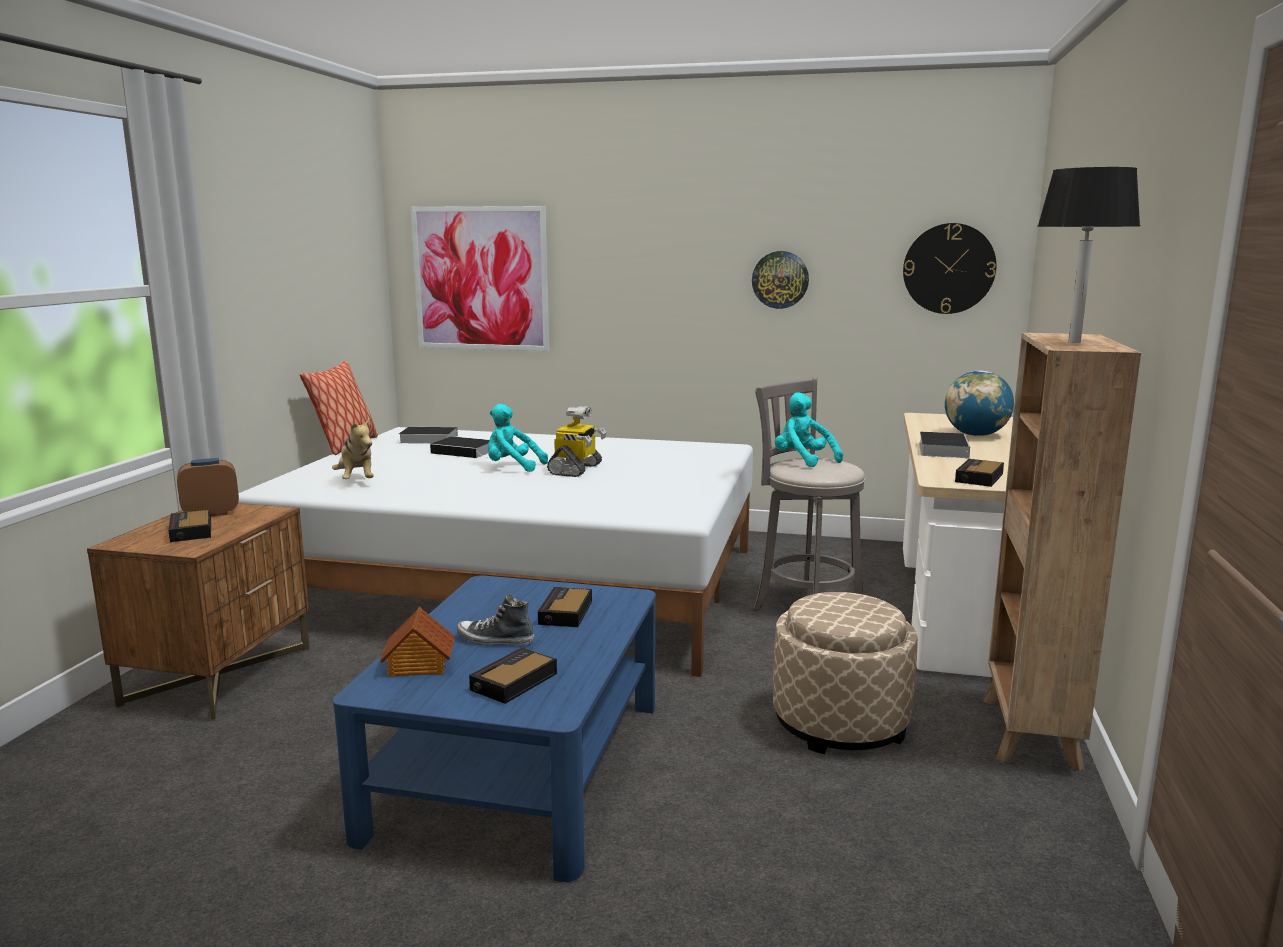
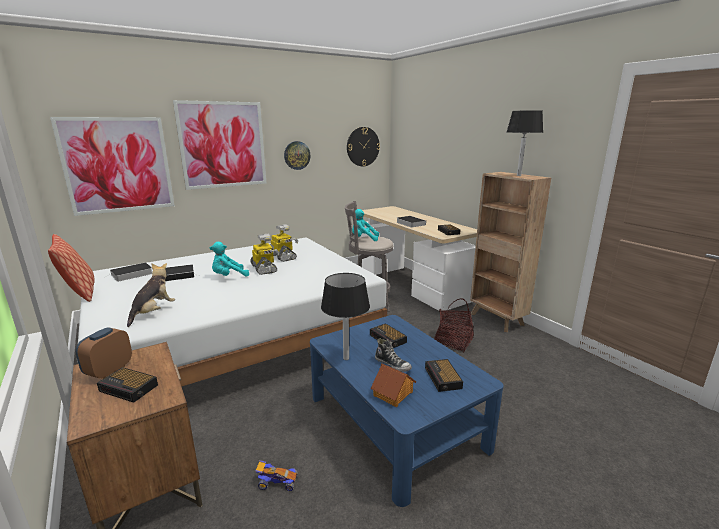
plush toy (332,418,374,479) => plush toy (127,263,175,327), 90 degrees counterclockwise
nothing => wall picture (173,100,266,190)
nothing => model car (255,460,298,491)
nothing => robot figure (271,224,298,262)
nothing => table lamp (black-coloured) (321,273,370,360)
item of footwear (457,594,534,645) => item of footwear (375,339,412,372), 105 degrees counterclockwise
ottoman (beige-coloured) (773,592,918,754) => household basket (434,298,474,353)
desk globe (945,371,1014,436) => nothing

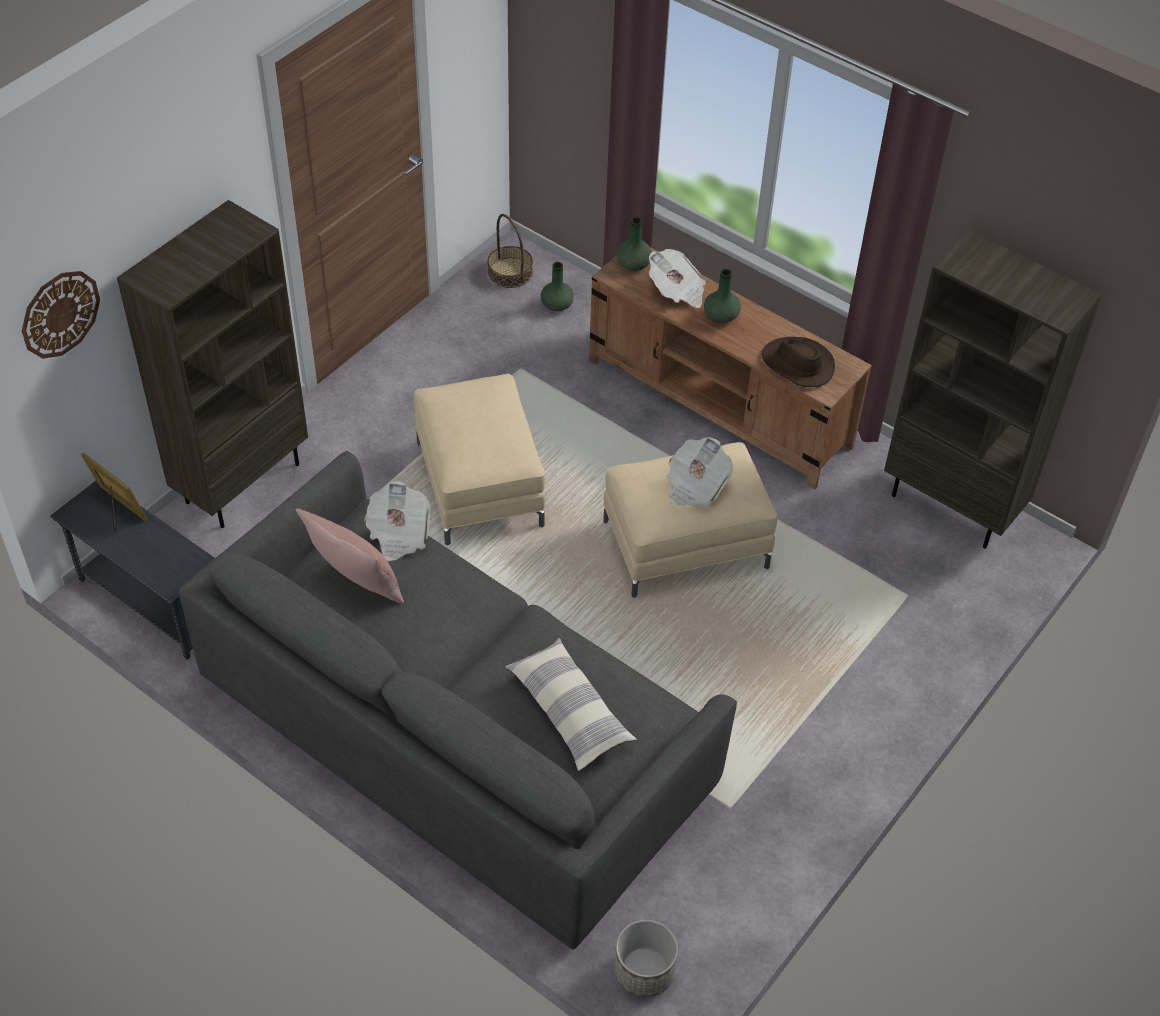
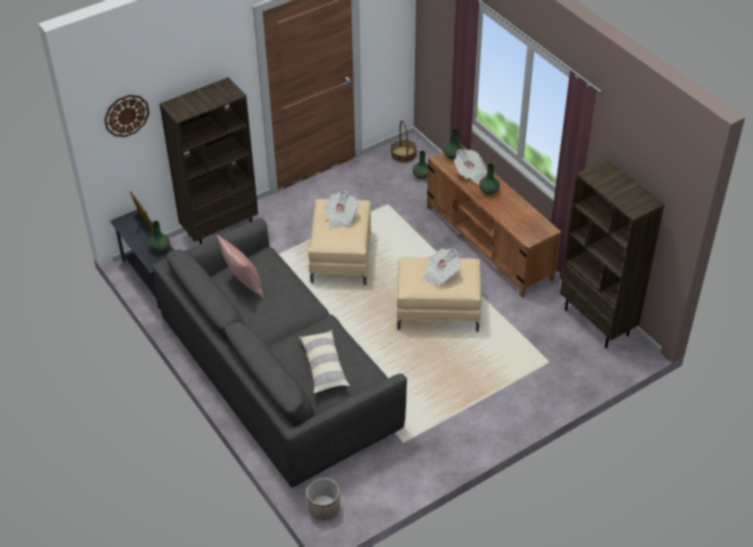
nothing => flower vase (green-coloured) (148,221,170,252)
daily paper (364,481,431,561) => daily paper (325,191,359,229), moved
wearable hat (brown-coloured) (762,337,835,387) => nothing

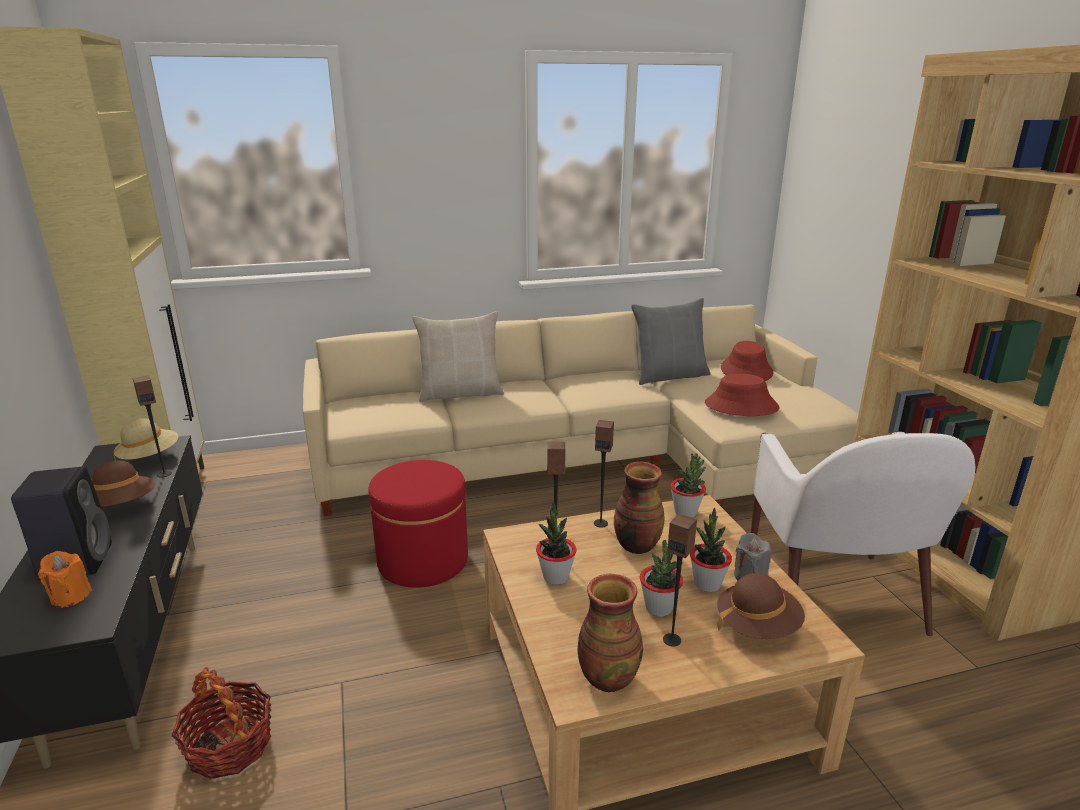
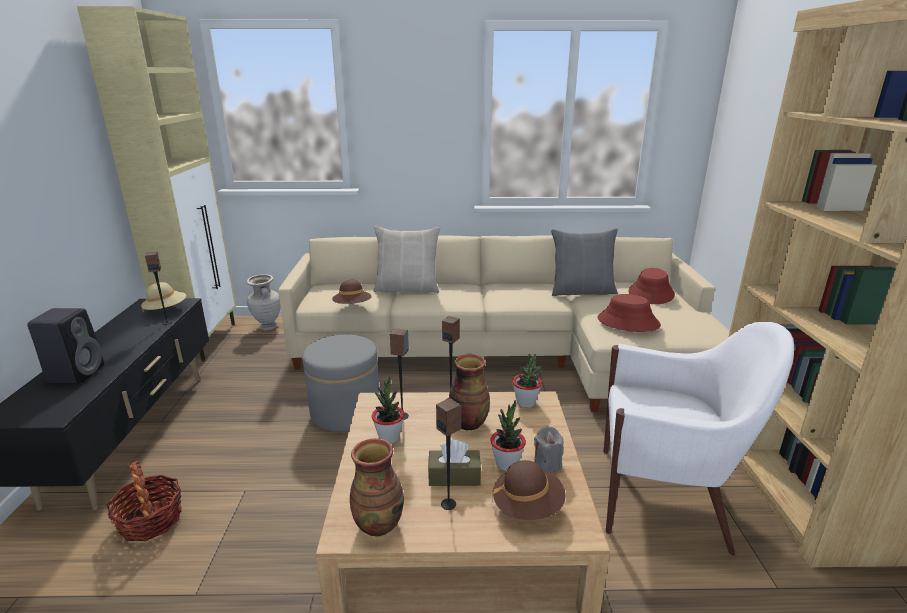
nothing => flower vase (beige-coloured) (246,274,281,331)
ottoman (reddish) (368,460,468,588) => ottoman (greyish) (302,335,379,432)
wearable hat (brown-coloured) (92,461,155,507) => wearable hat (brown-coloured) (332,280,372,304), moved
houseplant (640,540,683,617) => tissue holder (brown-coloured) (428,440,481,486)
lounge chair (white) (751,431,975,637) => lounge chair (white) (603,322,794,555), 90 degrees counterclockwise
wax light (orangey) (38,551,92,608) => nothing

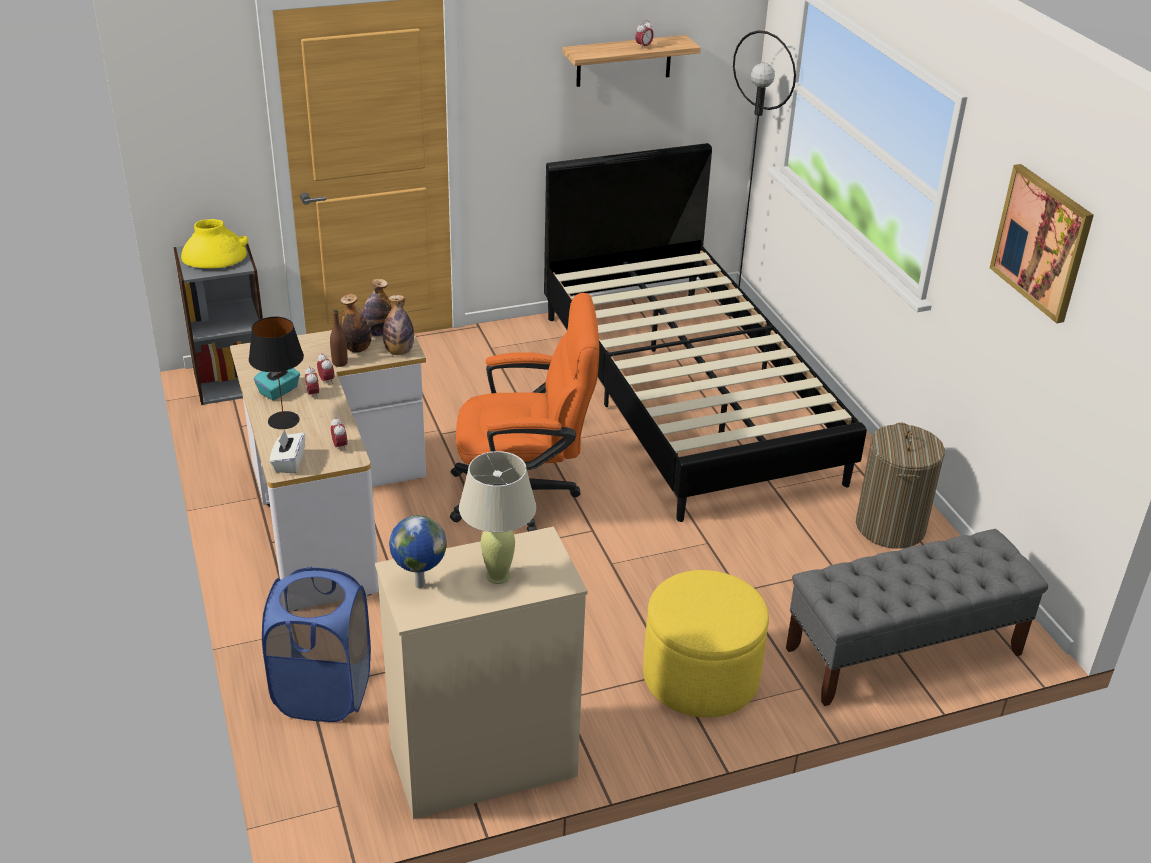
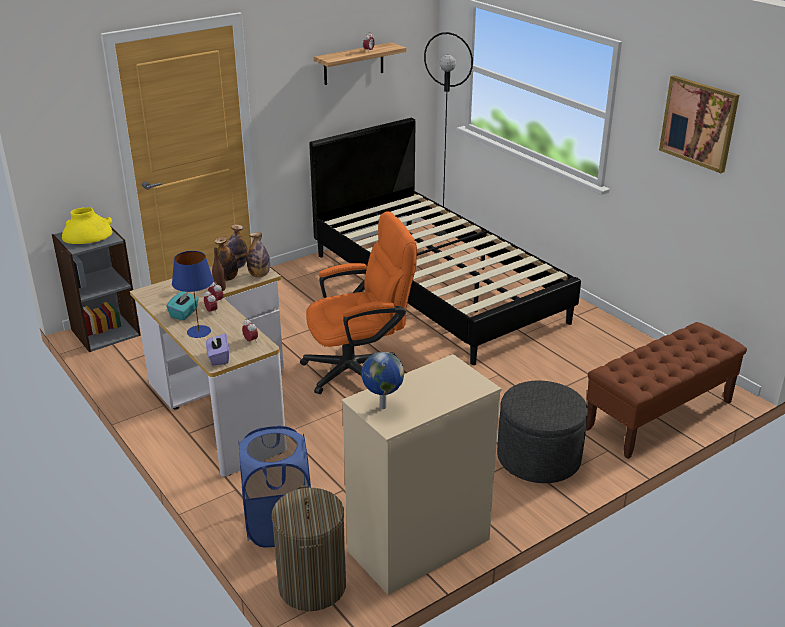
table lamp (black-coloured) (249,317,304,429) => table lamp (blue-coloured) (172,251,214,338)
tissue holder (white) (269,430,305,473) => tissue holder (purplish) (206,333,229,365)
laundry basket (856,423,945,549) => laundry basket (272,485,346,611), moved
ottoman (yellowish) (643,570,769,717) => ottoman (greyish) (497,381,588,483)
bench (greyish) (786,529,1048,706) => bench (brown-coloured) (586,322,747,459)
table lamp (beige-coloured) (459,451,536,584) => nothing

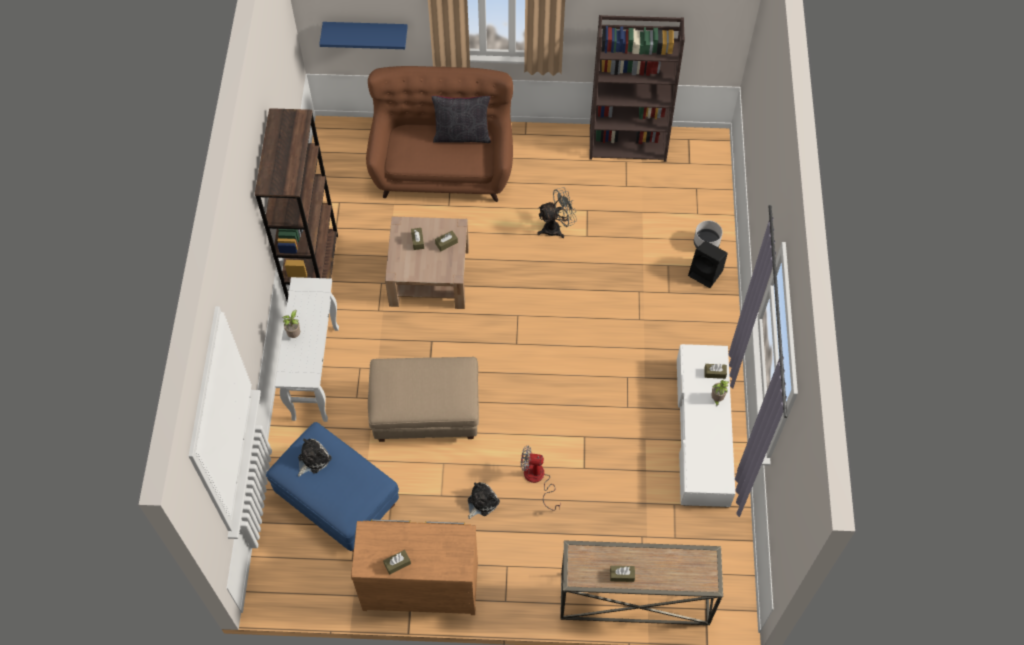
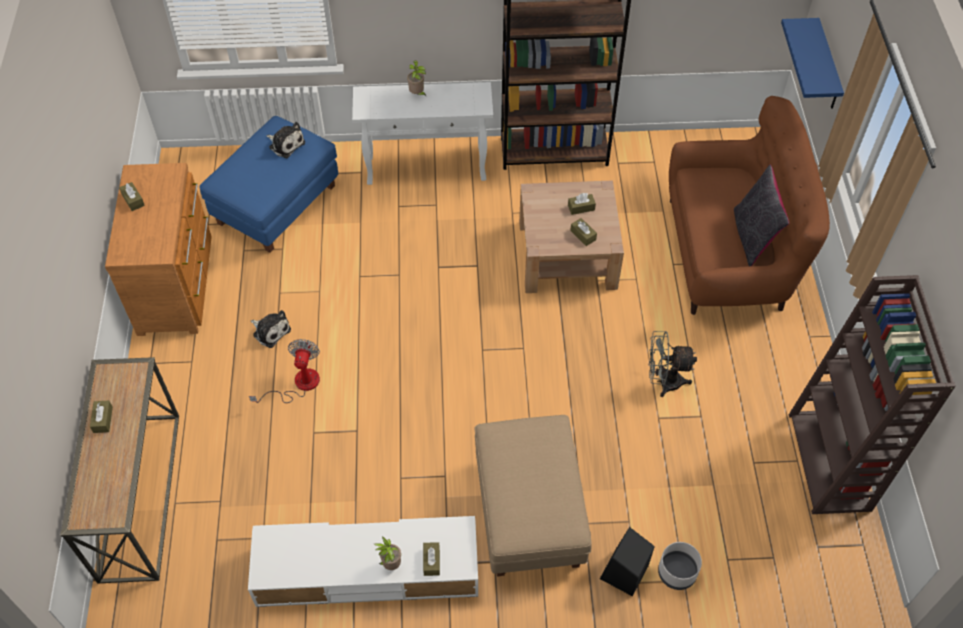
ottoman (beige-coloured) (368,357,479,442) => ottoman (beige-coloured) (474,415,592,577), moved
fan (greyish) (537,187,577,238) => fan (greyish) (649,331,697,397), 120 degrees clockwise

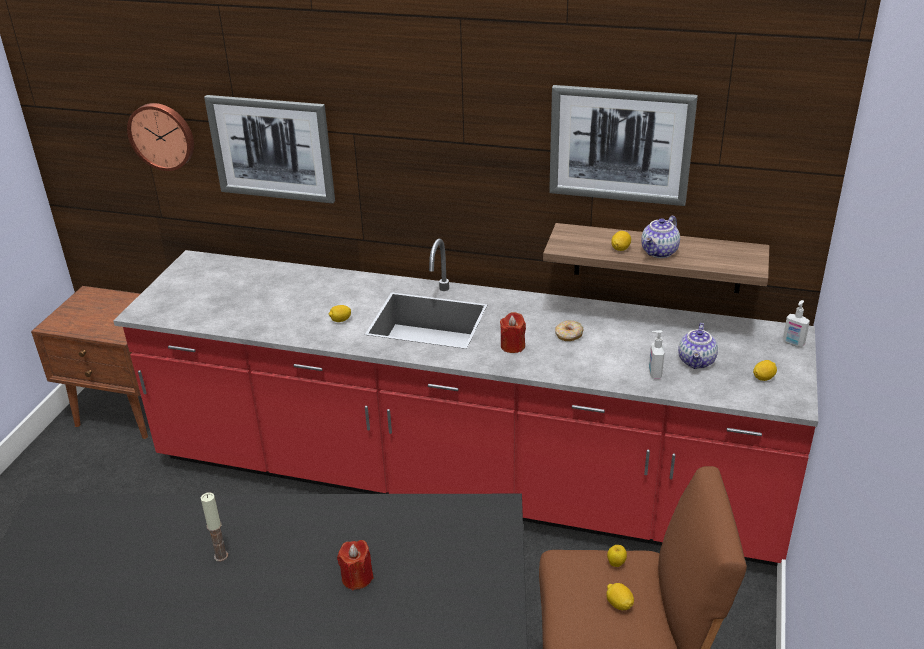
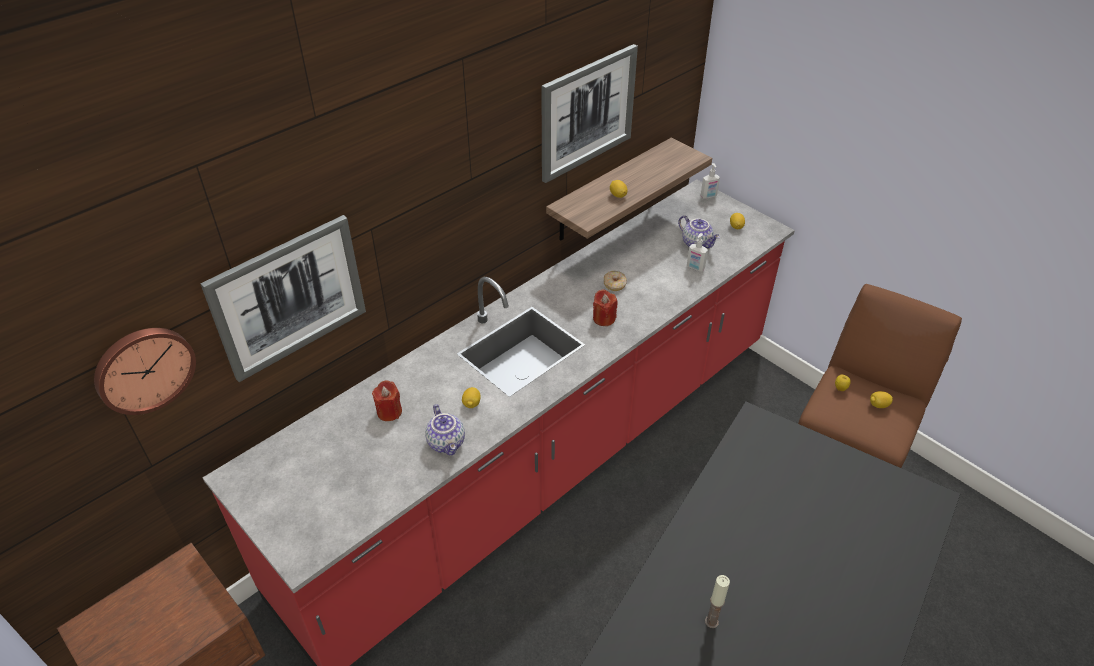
wax light (reddish) (337,540,374,591) => wax light (reddish) (372,380,402,421), moved
pot for tea (641,215,680,258) => pot for tea (425,404,465,456), moved

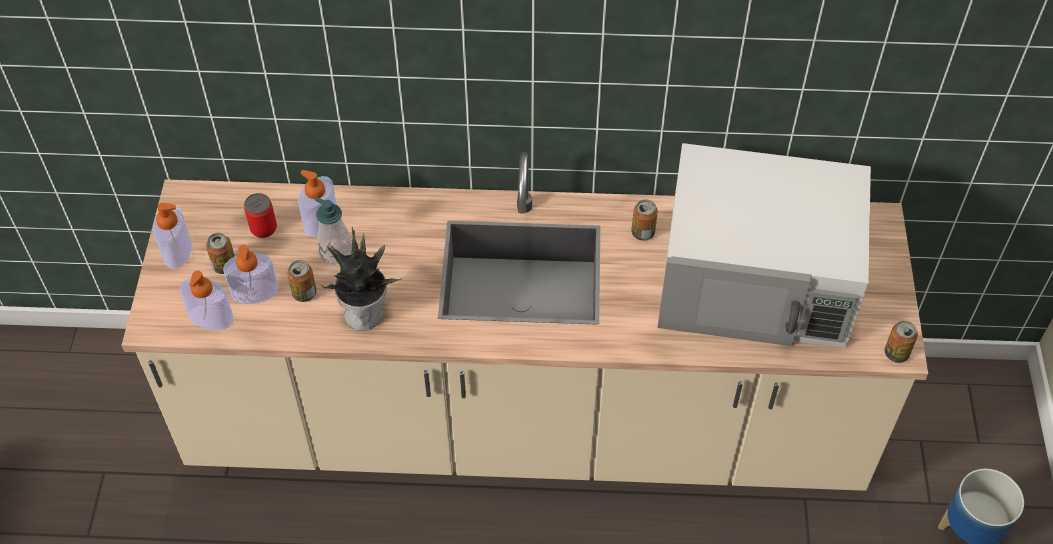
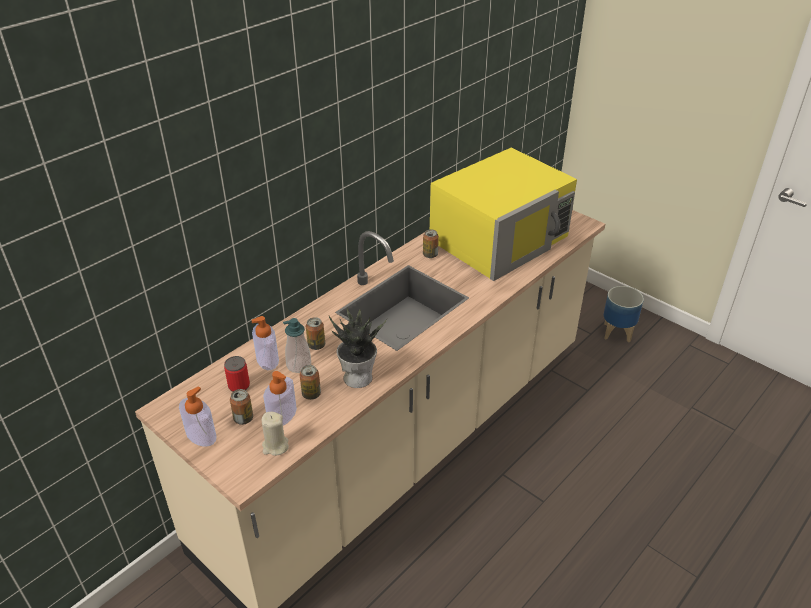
liquid soap bottle (179,271,234,330) => wax light (beige-coloured) (262,412,289,456)
can (885,321,918,363) => can (306,317,325,350), moved
kitchen microwave (white) (657,143,871,348) => kitchen microwave (yellowish) (430,148,577,281)

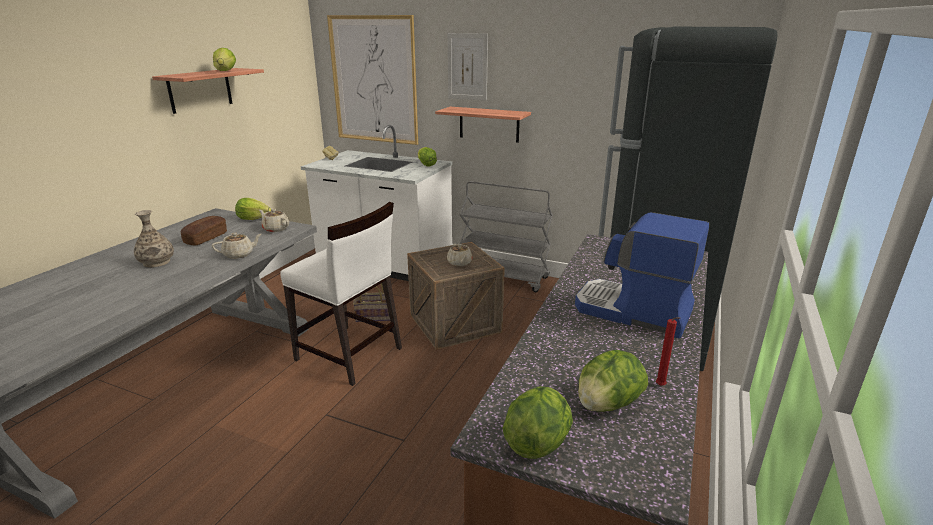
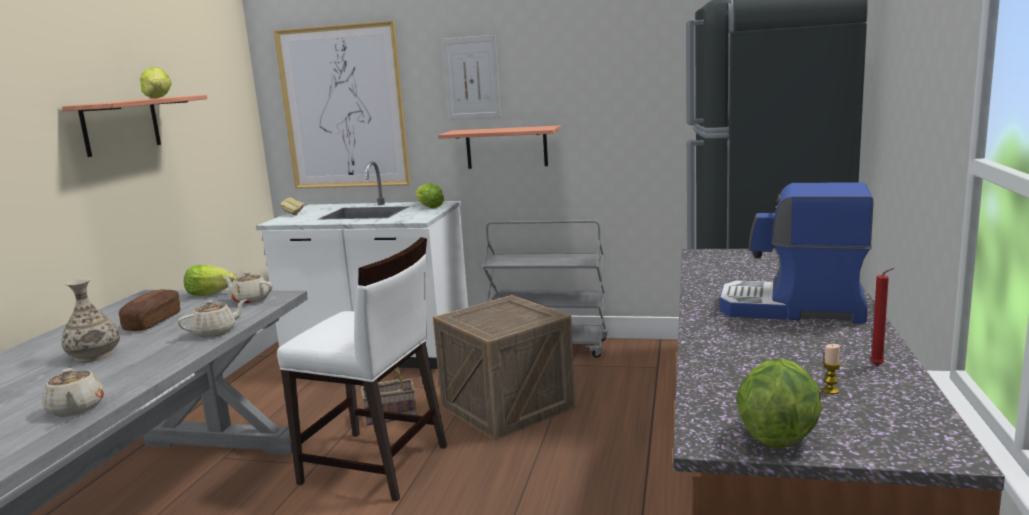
pot for tea (beige-coloured) (447,244,473,266) => pot for tea (beige-coloured) (42,368,104,417), moved
lettuce (578,350,648,412) => wax light (822,344,841,394)

